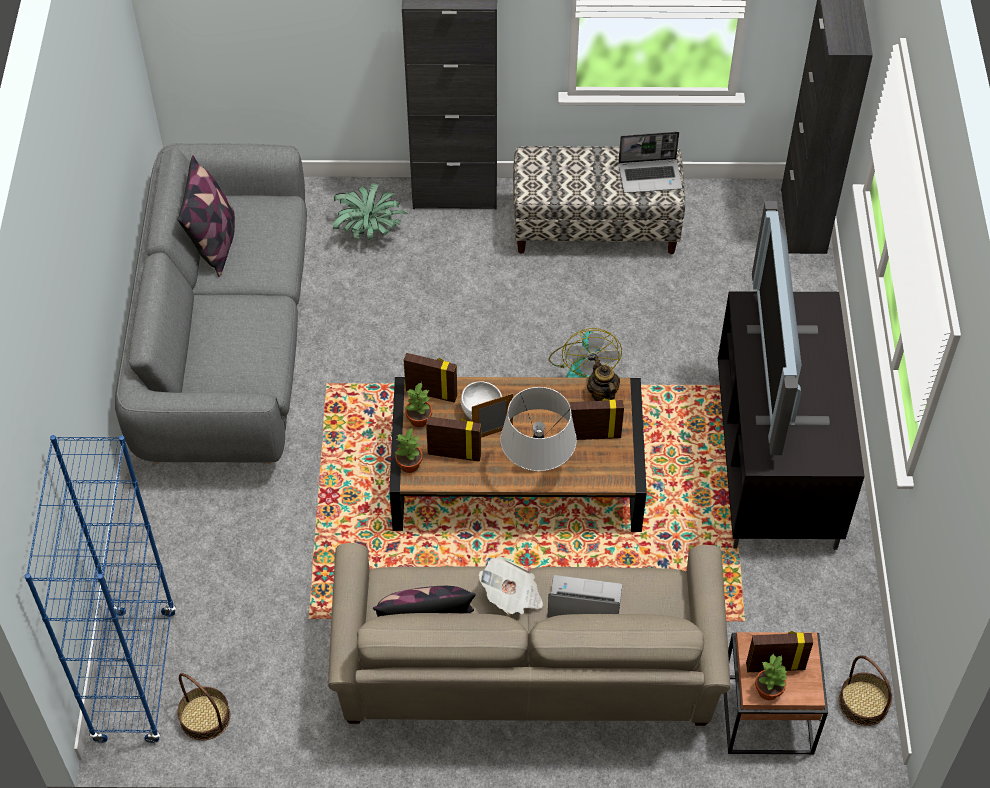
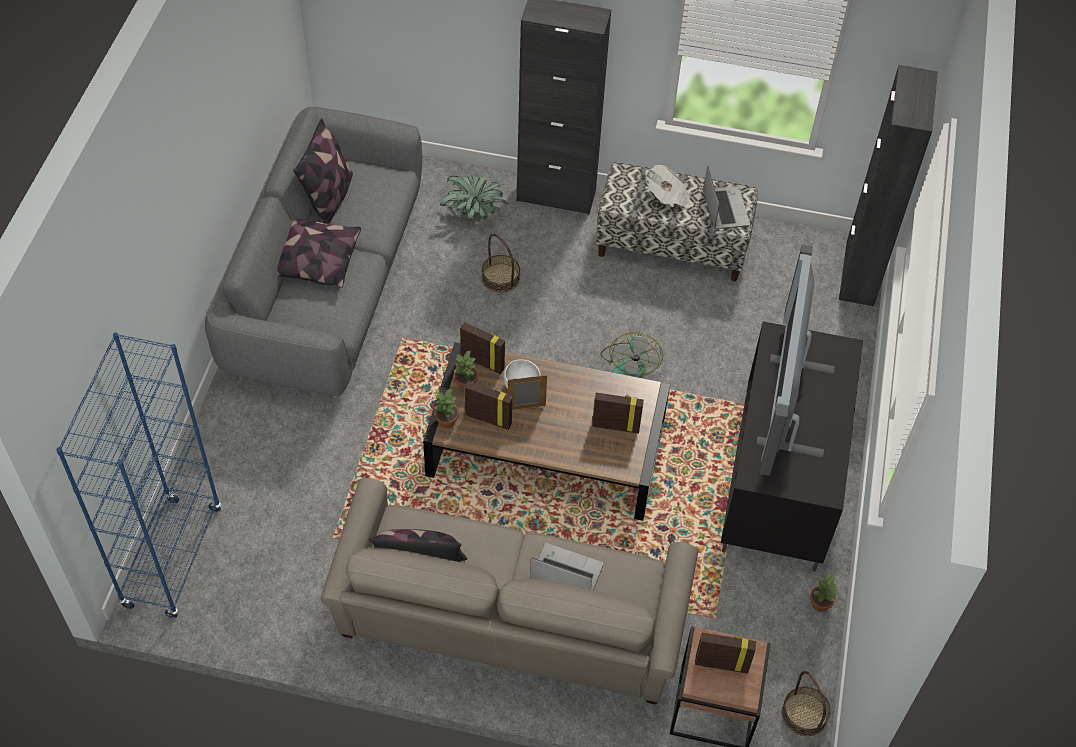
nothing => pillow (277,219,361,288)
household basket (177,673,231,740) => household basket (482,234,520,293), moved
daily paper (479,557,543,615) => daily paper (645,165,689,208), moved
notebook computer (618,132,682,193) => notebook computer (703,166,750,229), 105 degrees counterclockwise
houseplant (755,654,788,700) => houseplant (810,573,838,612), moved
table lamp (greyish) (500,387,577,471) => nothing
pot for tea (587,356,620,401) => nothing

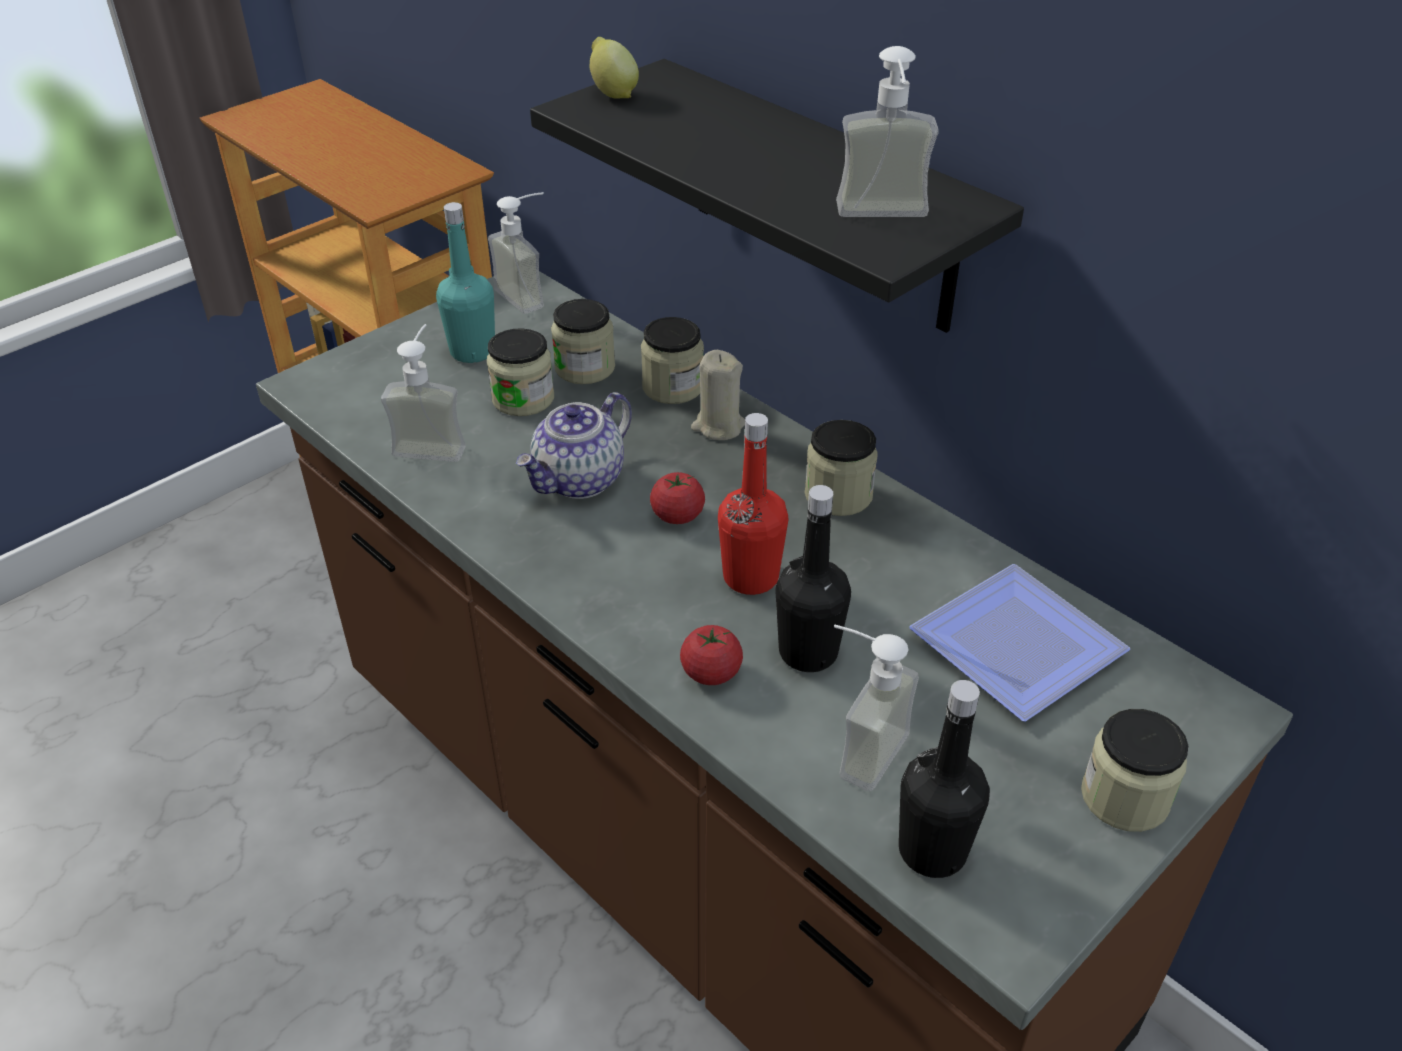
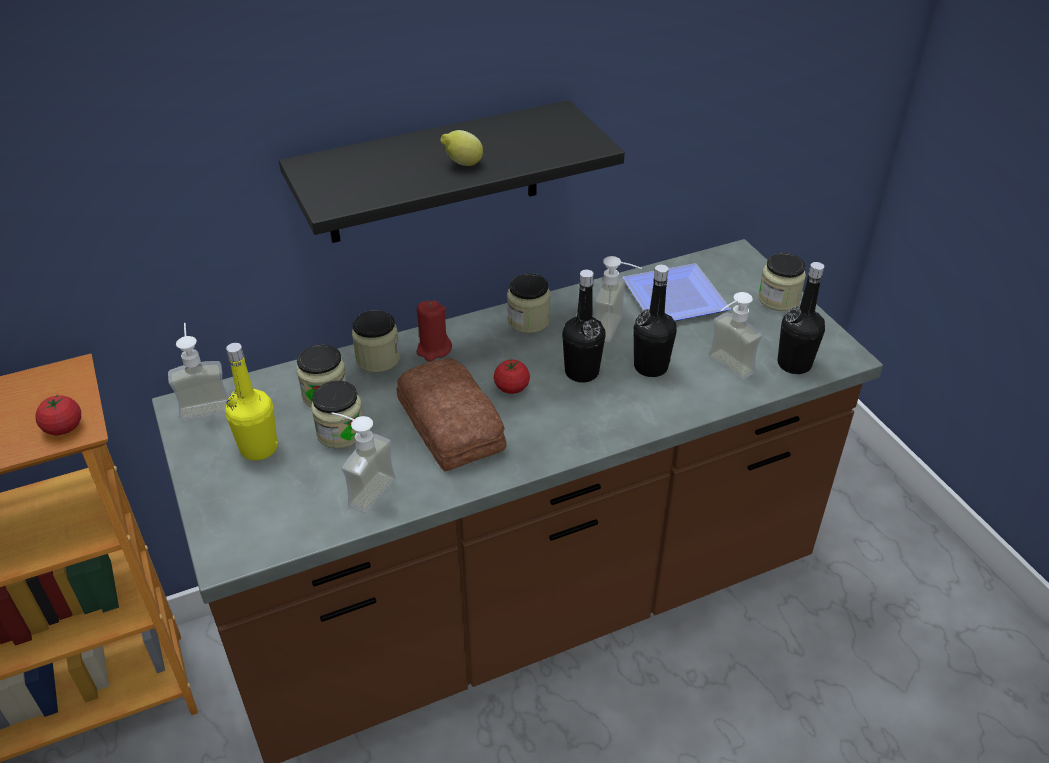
tomato (680,625,743,685) => tomato (36,394,81,435), moved
beverage bottle (turquoise) (436,202,495,363) => beverage bottle (yellowish) (225,343,278,461)
pot for tea (516,392,632,499) => bakery bread (397,358,506,472)
wax light (beige-coloured) (691,350,745,440) => wax light (reddish) (417,301,452,362)
lemon (590,37,639,99) => lemon (440,130,483,166), moved
beverage bottle (reddish) (718,413,789,595) => beverage bottle (black-coloured) (562,270,605,383)
liquid soap bottle (836,46,939,217) => liquid soap bottle (594,256,642,342), moved

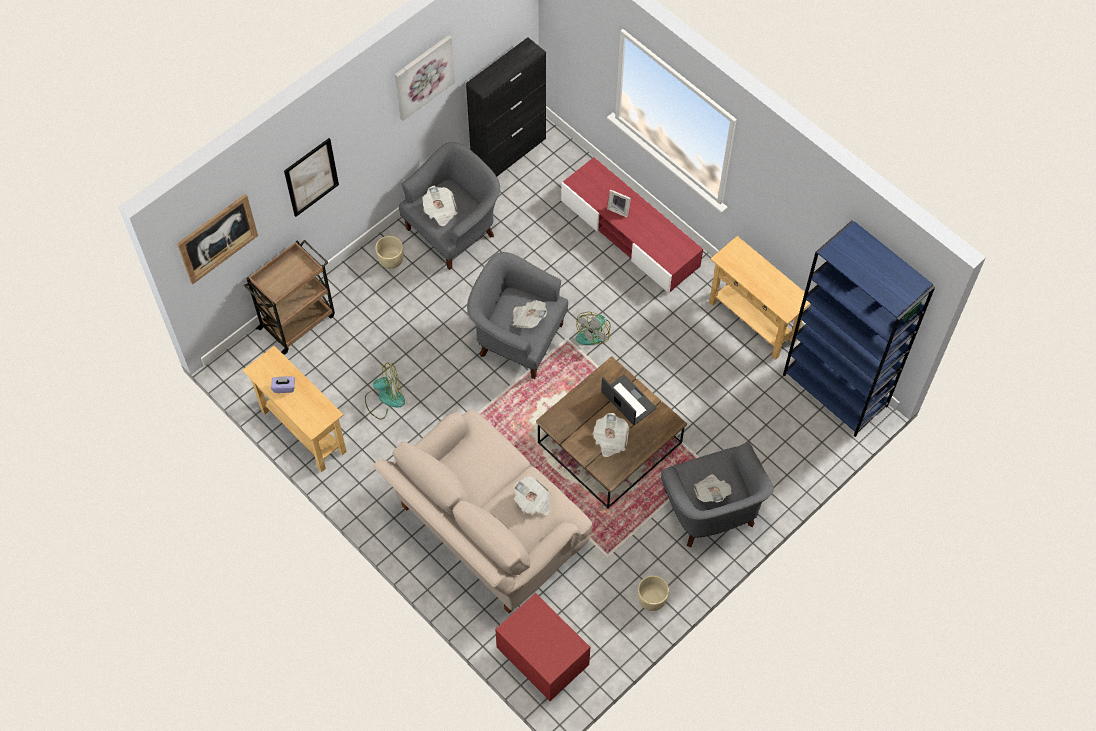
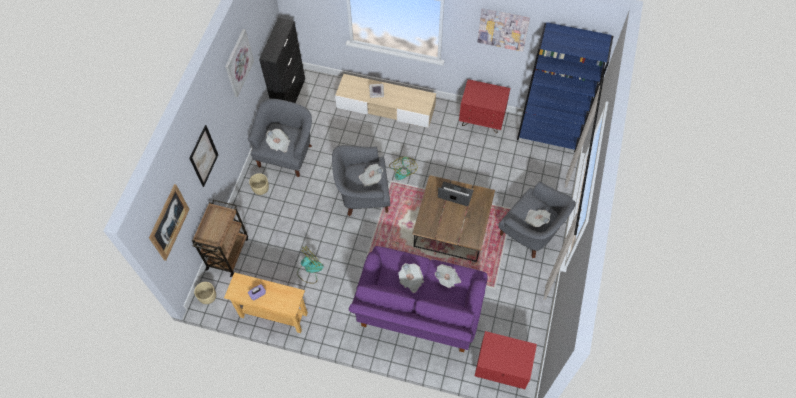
planter (beige-coloured) (638,576,669,611) => planter (beige-coloured) (194,282,216,304), moved
tv stand (reddish) (561,157,703,293) => tv stand (beige-coloured) (335,74,436,128)
couch (beige-coloured) (373,410,592,613) => couch (purplish) (349,246,488,352)
daily paper (593,413,629,457) => daily paper (398,263,424,293), moved
console table (beige-coloured) (709,236,810,360) => nightstand (reddish) (459,79,510,133)
nothing => wall picture (478,8,530,52)

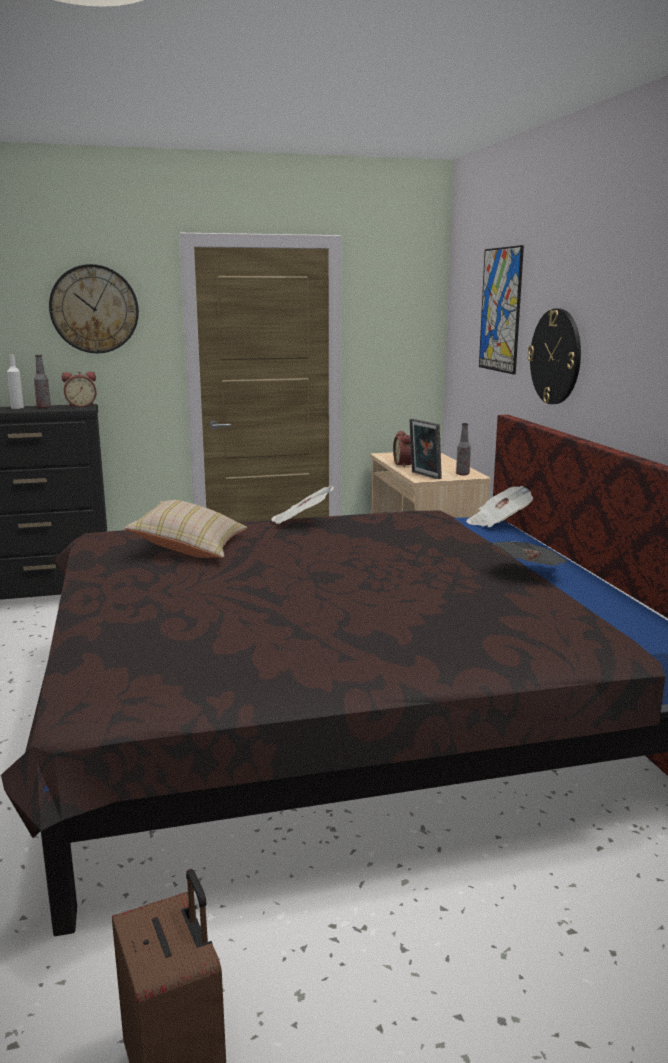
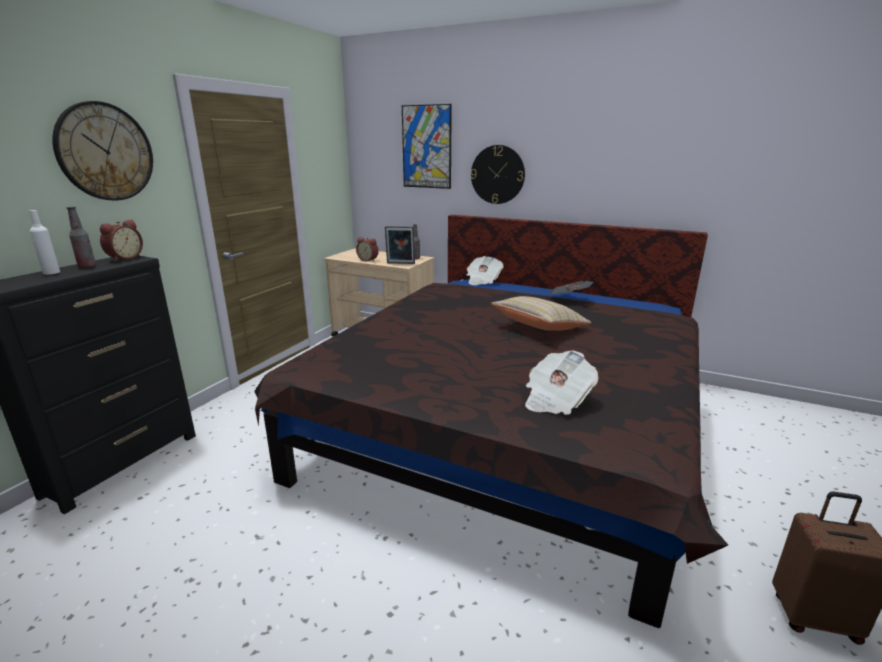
pillow (beige-coloured) (124,500,247,558) => pillow (beige-coloured) (491,296,592,331), moved
daily paper (271,486,334,524) => daily paper (525,351,598,415), moved

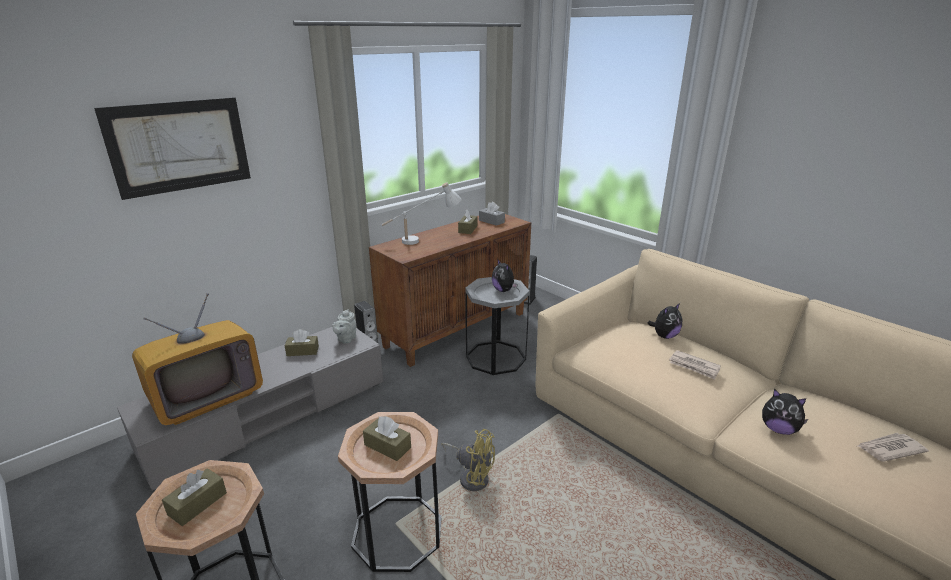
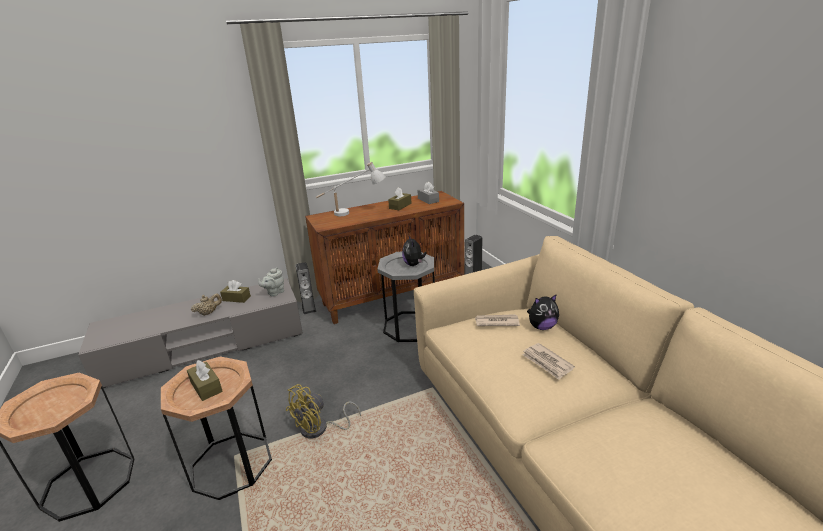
nothing => pot for tea (beige-coloured) (191,293,222,316)
fan (yellowish) (441,429,495,491) => fan (yellowish) (286,384,361,438), 90 degrees clockwise
daily paper (858,433,929,462) => daily paper (475,314,520,326), moved
wall picture (94,97,251,200) => nothing
TV (132,293,263,425) => nothing
tissue holder (brown-coloured) (162,468,227,526) => nothing
plush toy (762,389,808,435) => nothing

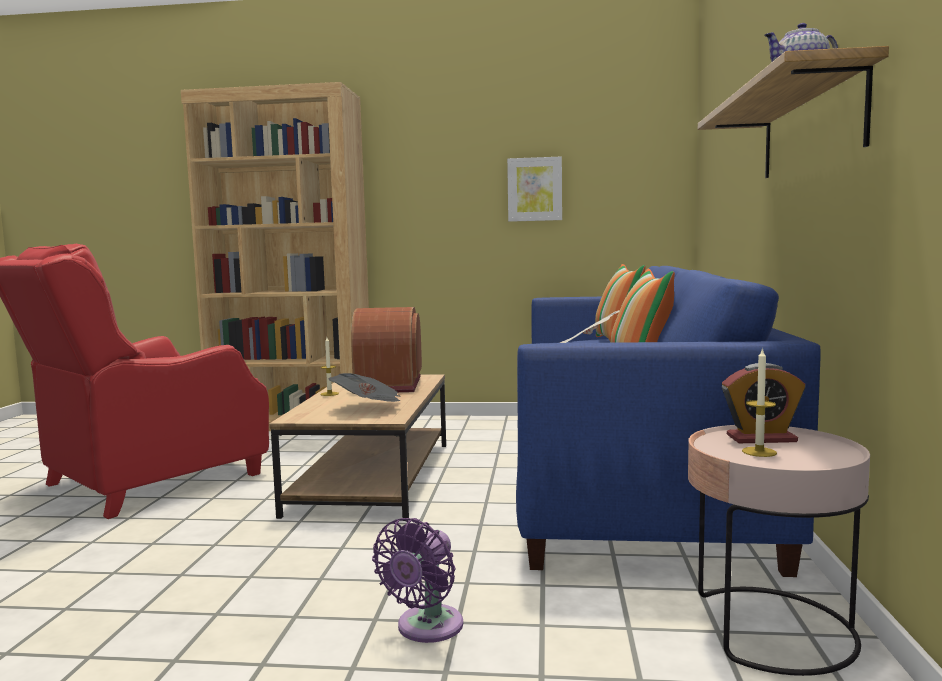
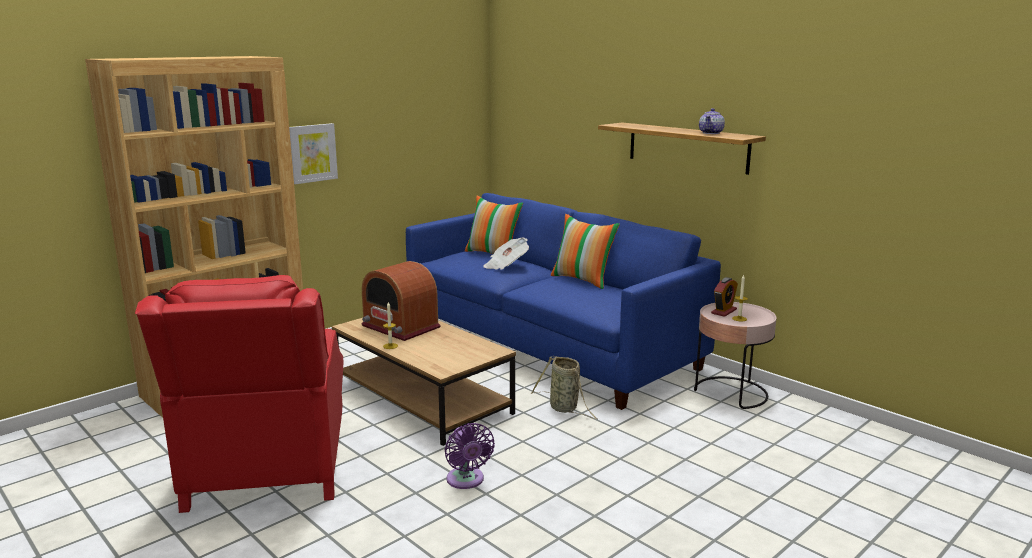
wall picture (507,156,562,222) => wall picture (289,123,338,184), moved
fan (purplish) (372,518,463,643) => fan (purplish) (444,423,495,489), moved
nothing => household basket (531,356,599,420)
daily paper (329,373,401,402) => nothing

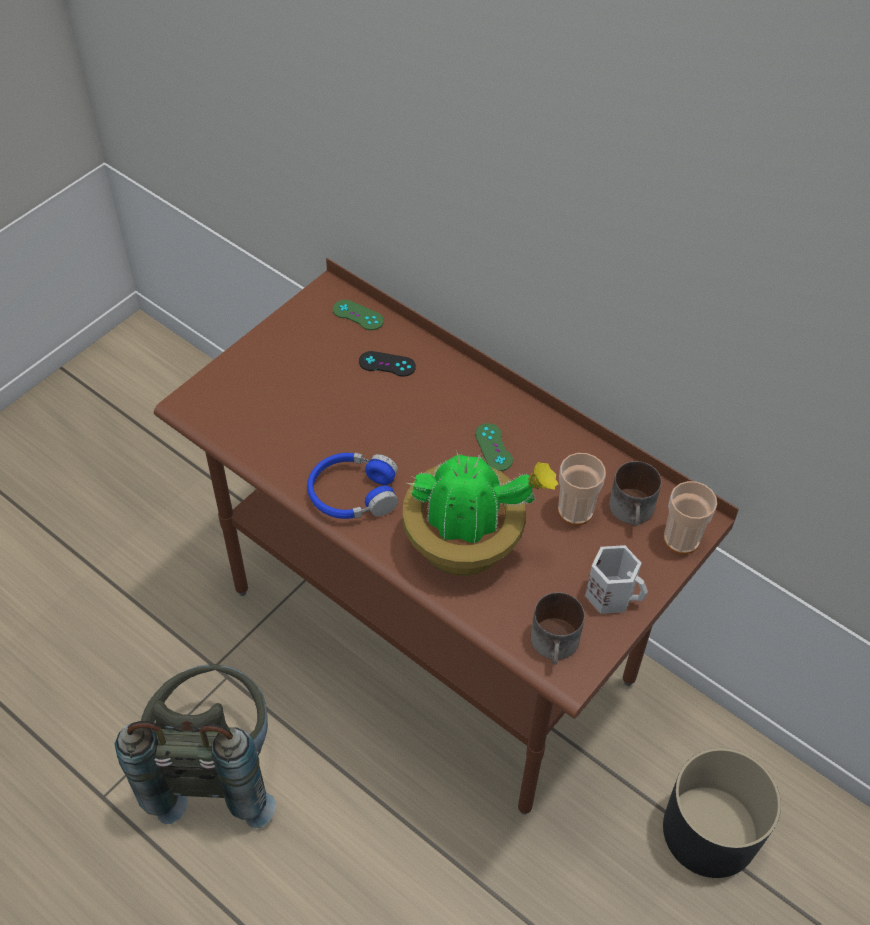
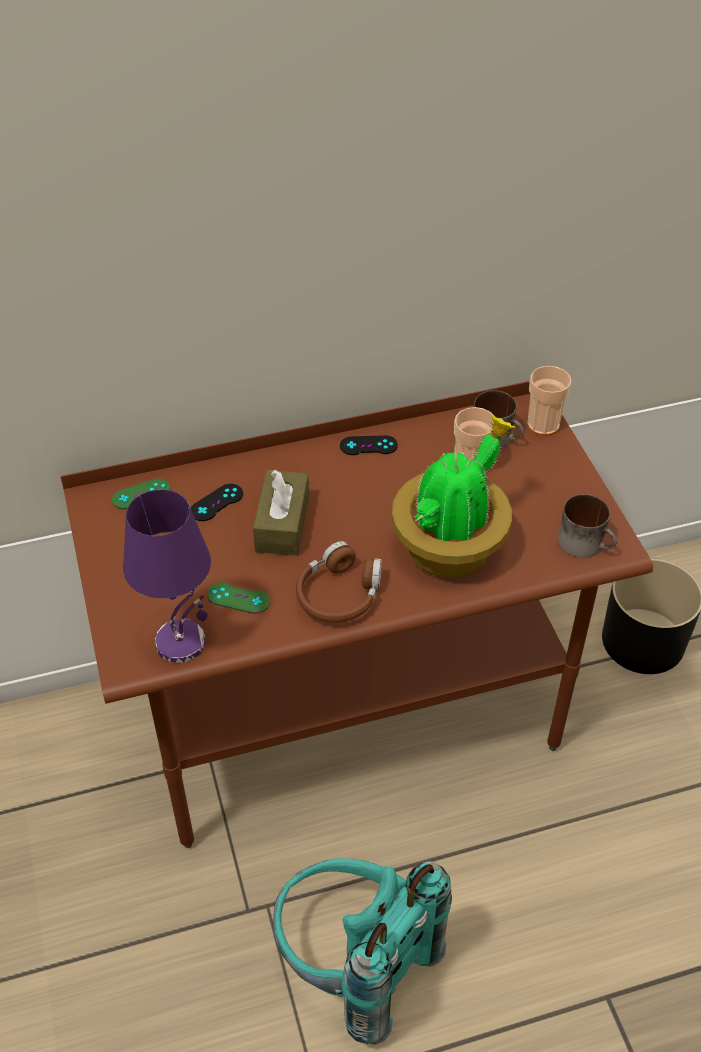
nothing => table lamp (purplish) (123,489,211,663)
joypad (green-coloured) (475,423,513,471) => joypad (green-coloured) (207,582,270,614), moved
nothing => tissue holder (brown-coloured) (253,470,309,556)
backpack (greyish) (115,664,276,828) => backpack (turquoise) (273,858,452,1045)
headphones (blue-coloured) (307,453,398,519) => headphones (brown-coloured) (296,541,382,623)
nothing => joypad (black-coloured) (340,435,398,455)
mug (white) (585,545,648,614) => nothing

